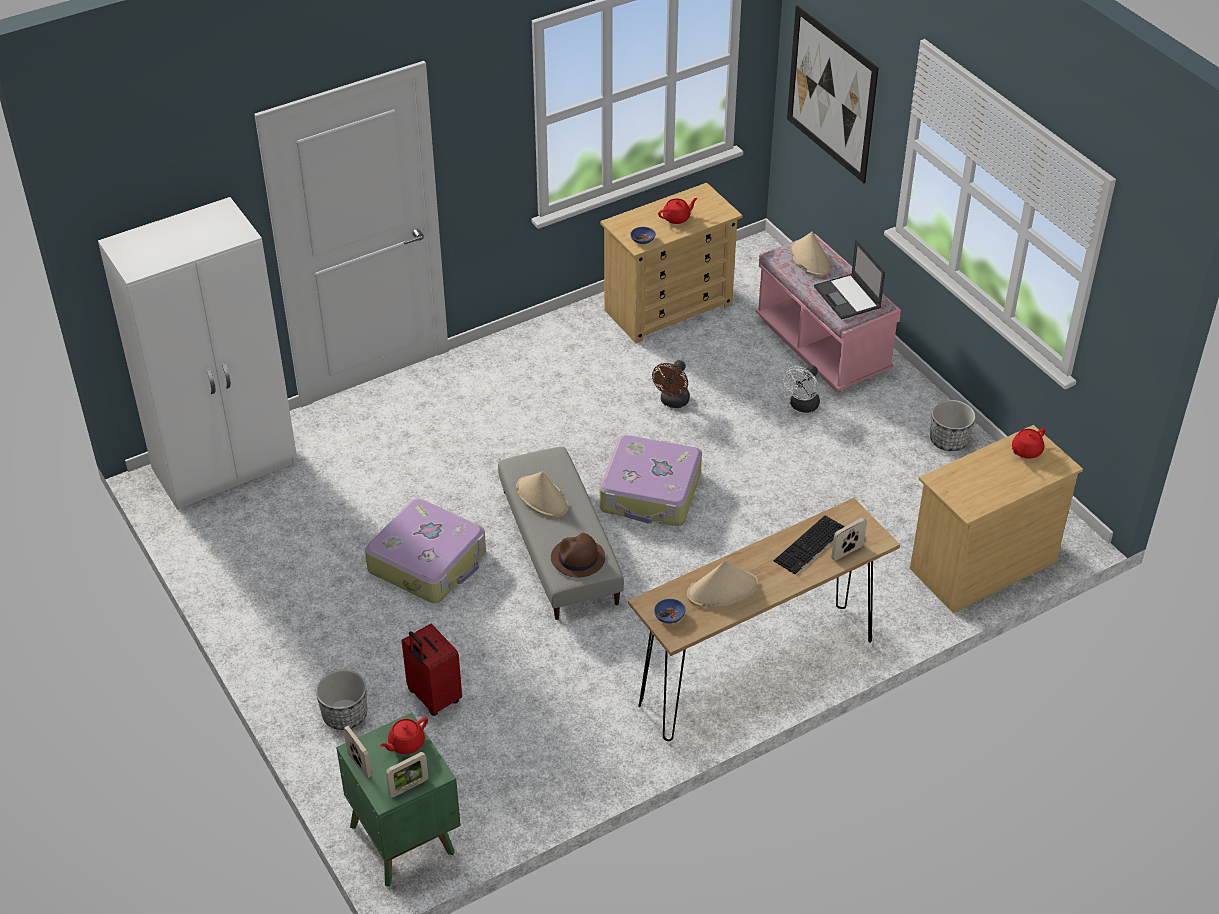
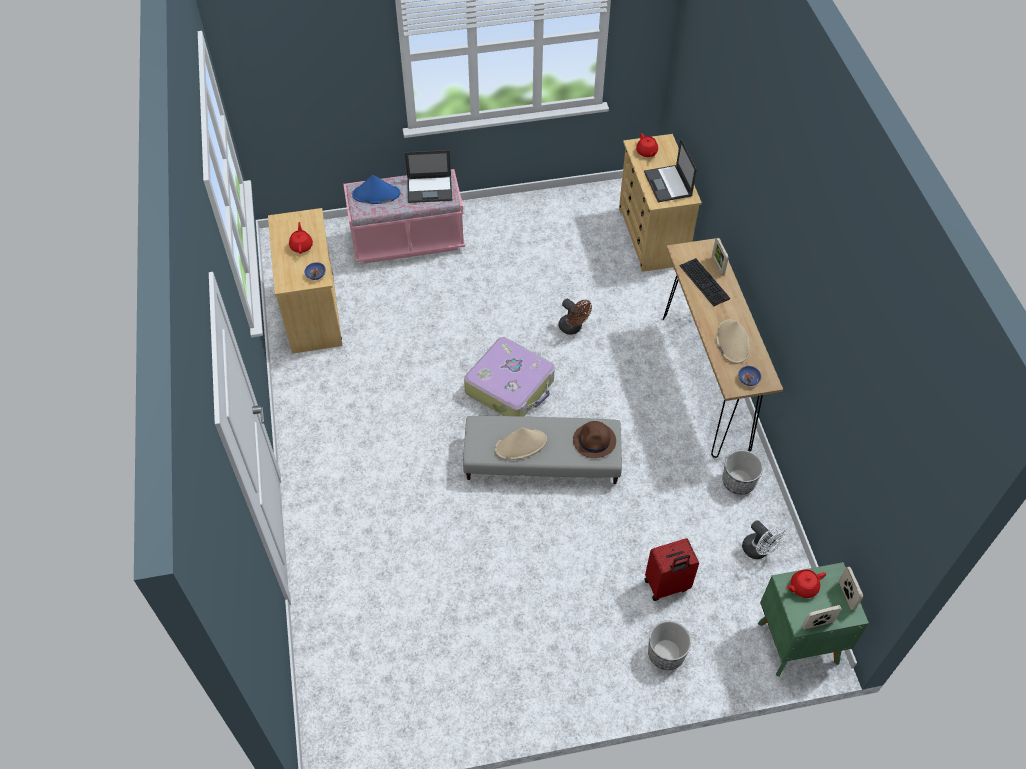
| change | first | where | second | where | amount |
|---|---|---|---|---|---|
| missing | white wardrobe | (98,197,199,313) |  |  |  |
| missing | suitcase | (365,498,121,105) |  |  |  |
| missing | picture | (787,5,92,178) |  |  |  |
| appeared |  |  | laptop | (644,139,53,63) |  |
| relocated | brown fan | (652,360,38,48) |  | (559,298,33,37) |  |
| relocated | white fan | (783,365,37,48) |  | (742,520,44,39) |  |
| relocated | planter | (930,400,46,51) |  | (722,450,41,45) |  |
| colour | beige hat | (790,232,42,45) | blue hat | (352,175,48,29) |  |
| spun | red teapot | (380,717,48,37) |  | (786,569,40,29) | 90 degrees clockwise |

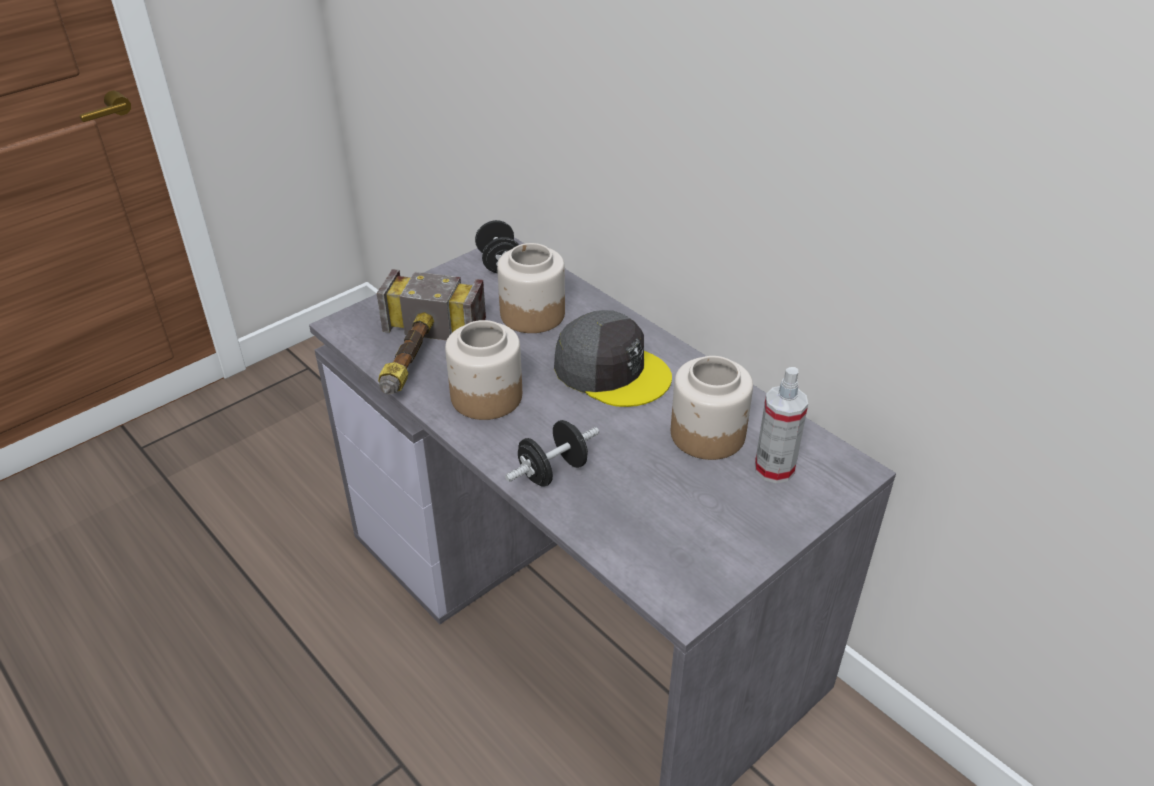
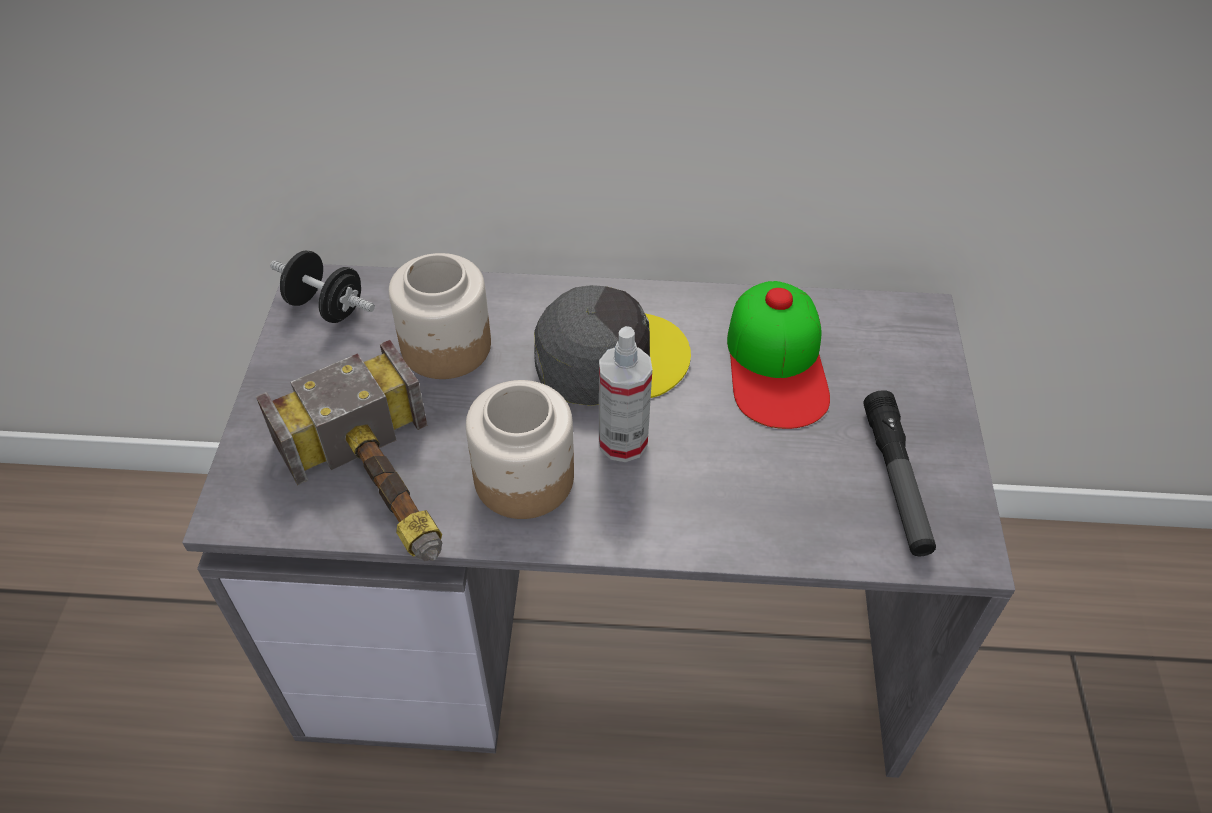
| change | first | where | second | where | amount |
|---|---|---|---|---|---|
| missing | black dumbbell | (505,420,94,67) |  |  |  |
| appeared |  |  | flashlight | (863,390,73,166) |  |
| relocated | spray bottle | (755,367,53,117) |  | (599,326,53,136) |  |
| exchanged | jar | (671,356,82,104) | cap | (727,281,103,148) |  |

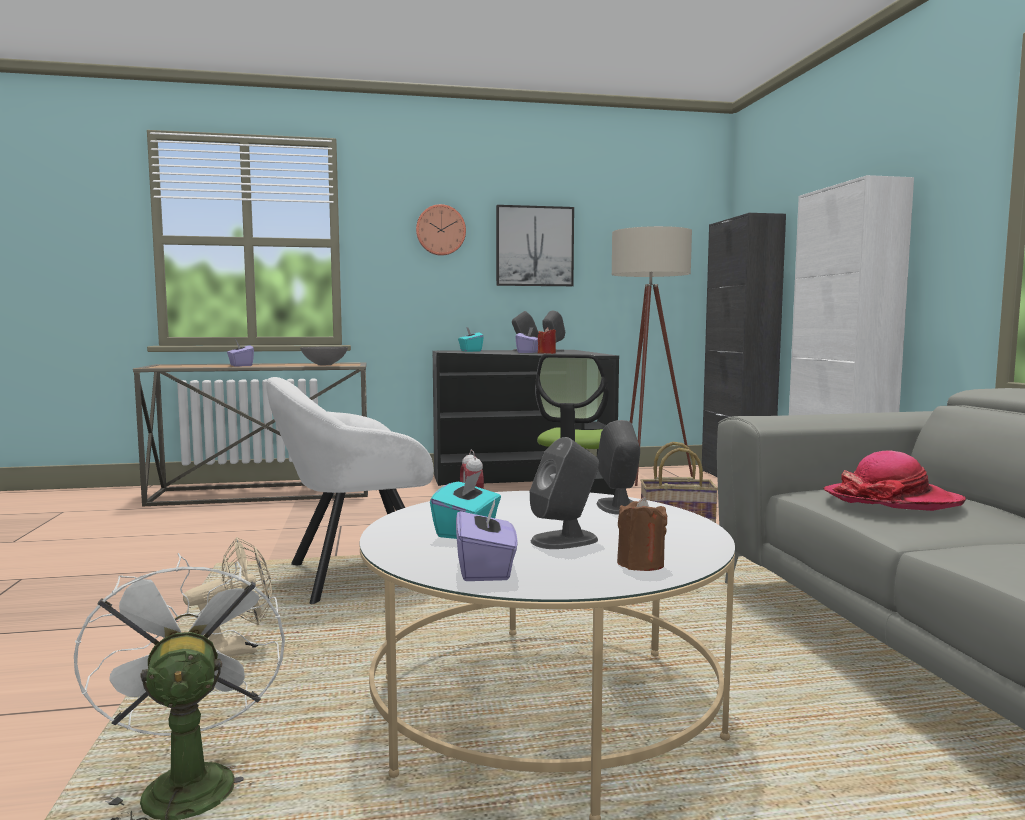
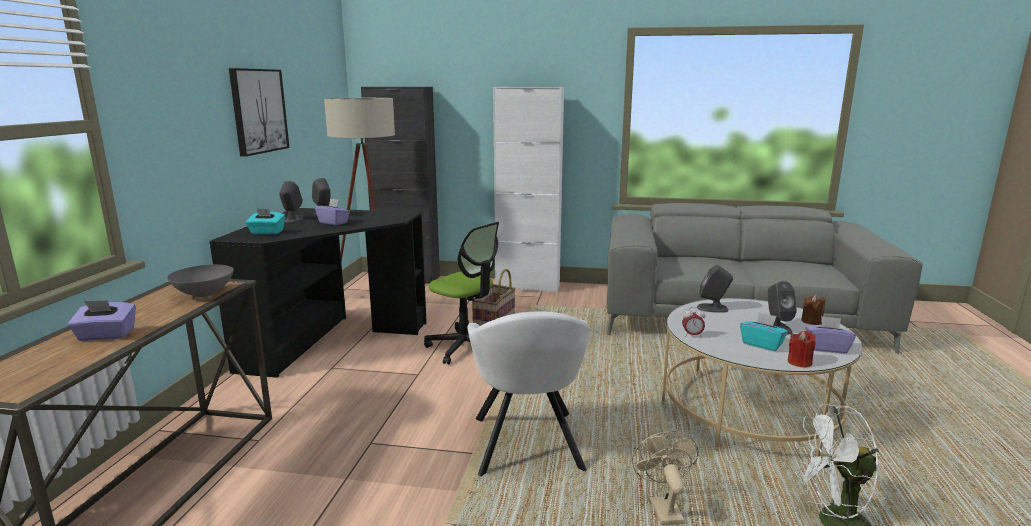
| change | first | where | second | where | amount |
|---|---|---|---|---|---|
| missing | wall clock | (416,204,50,52) |  |  |  |
| missing | hat | (824,451,142,60) |  |  |  |
| relocated | red candle | (538,327,18,27) |  | (788,331,28,37) |  |

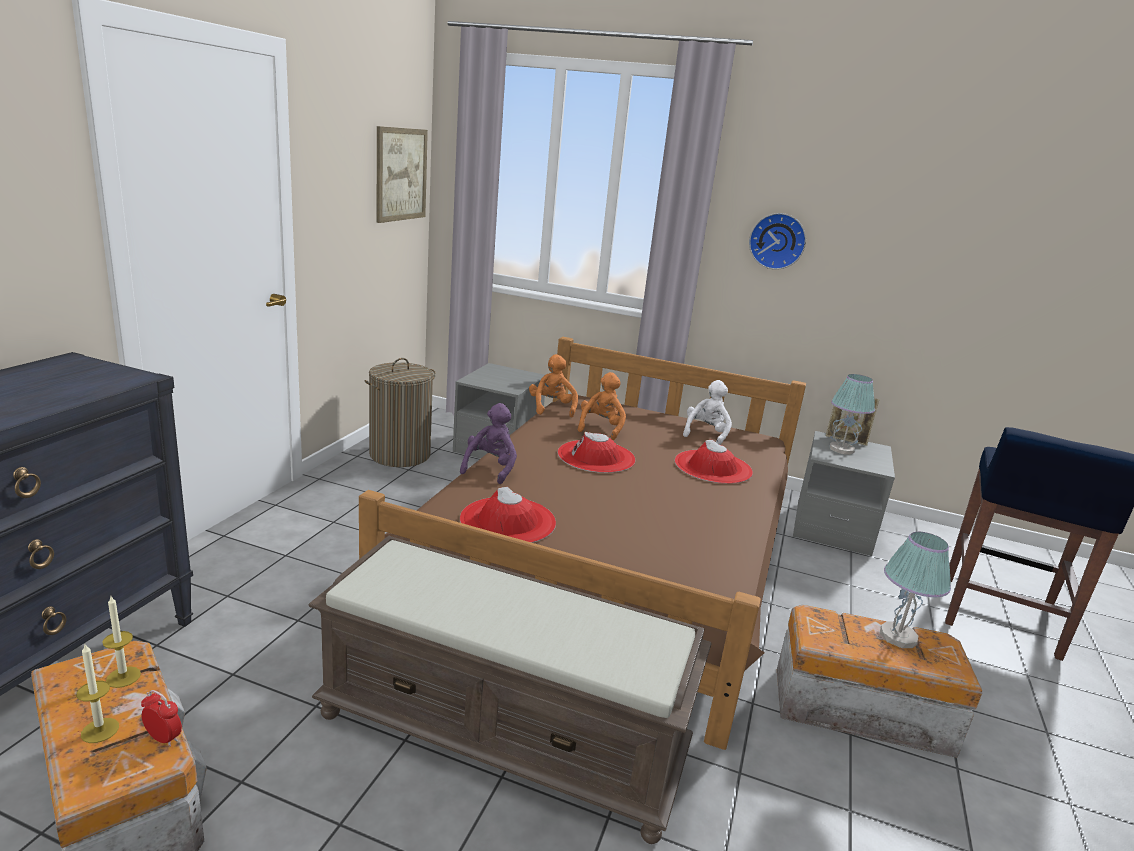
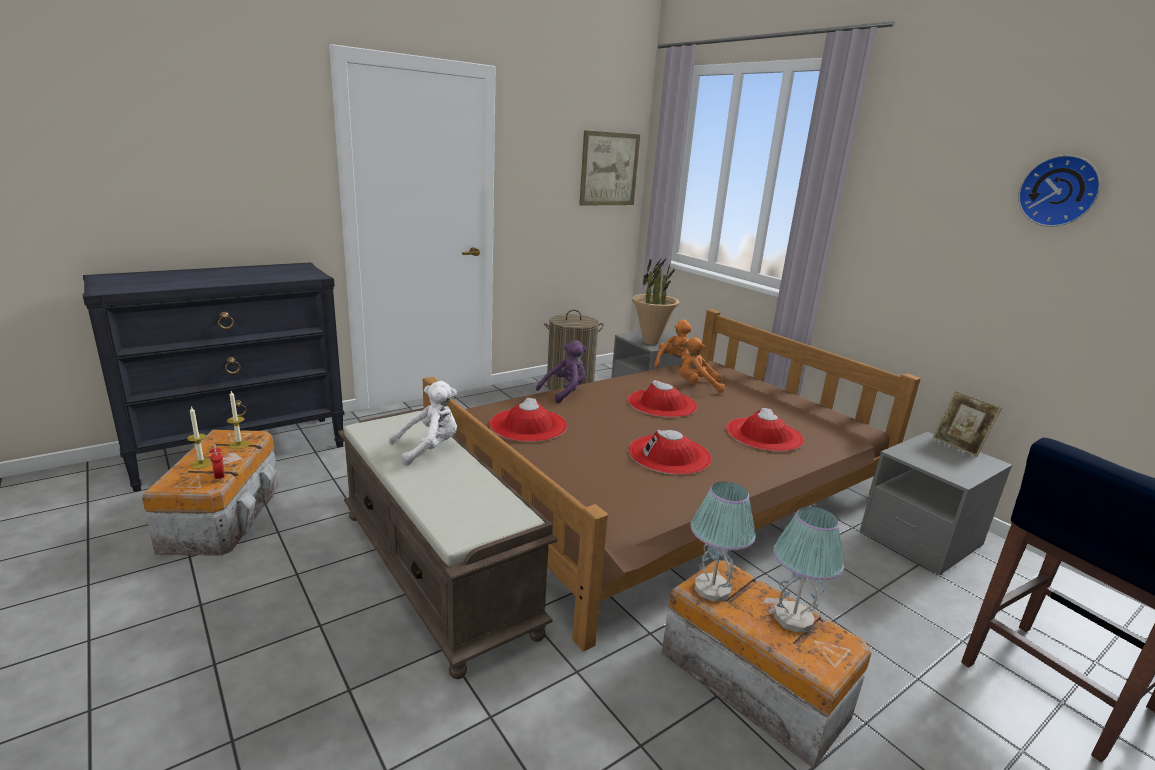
| change | first | where | second | where | amount |
|---|---|---|---|---|---|
| appeared |  |  | red hat | (628,430,84,45) |  |
| appeared |  |  | potted plant | (632,258,48,87) |  |
| relocated | white plush toy | (683,380,49,65) |  | (389,381,68,85) |  |
| relocated | wall clock | (749,213,57,57) |  | (1018,155,83,72) |  |
| relocated | table lamp | (830,374,45,81) |  | (691,482,65,120) |  |
| spun | orange plush toy | (578,372,48,68) |  | (680,337,45,56) | 135 degrees counterclockwise |

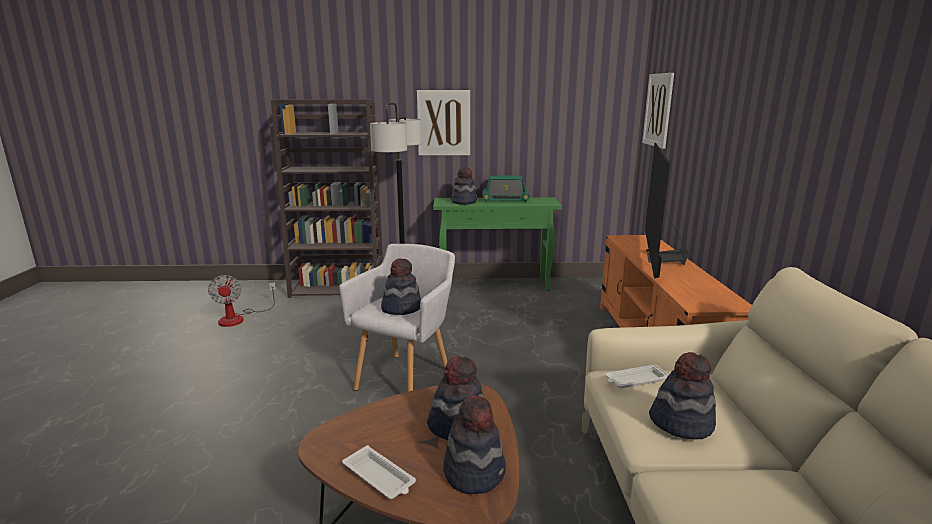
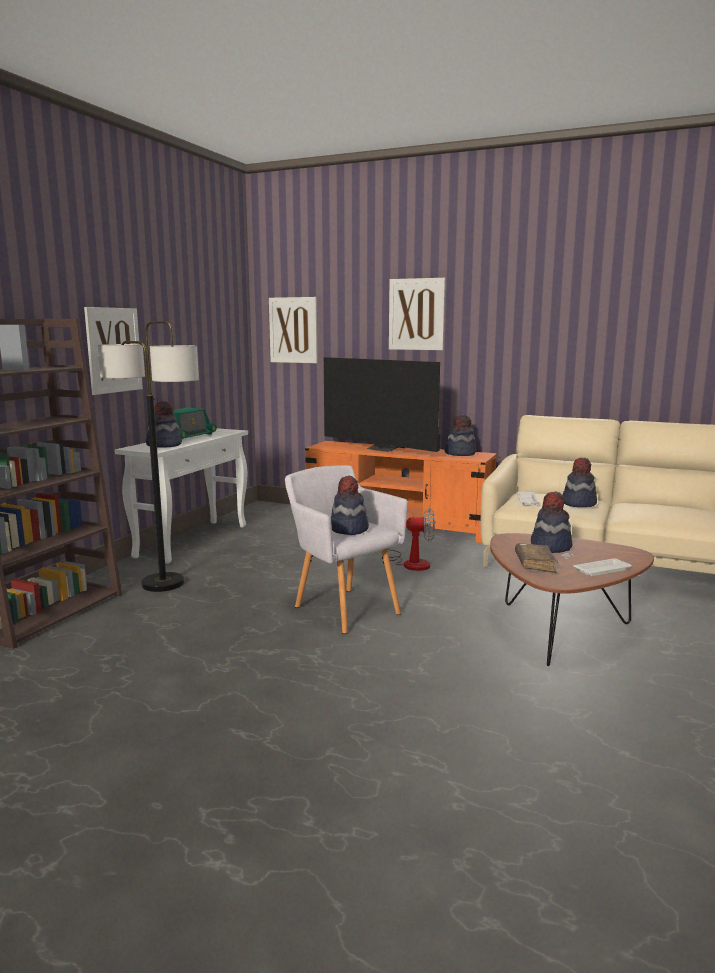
| change | first | where | second | where | amount |
|---|---|---|---|---|---|
| appeared |  |  | picture | (389,278,56,72) |  |
| appeared |  |  | brown book | (515,543,43,30) |  |
| relocated | fan | (208,275,68,52) |  | (388,508,47,63) |  |
| relocated | hat | (443,395,63,99) |  | (444,414,32,42) |  |
| colour | green console table | (433,197,129,94) | white console table | (115,428,133,136) |  |

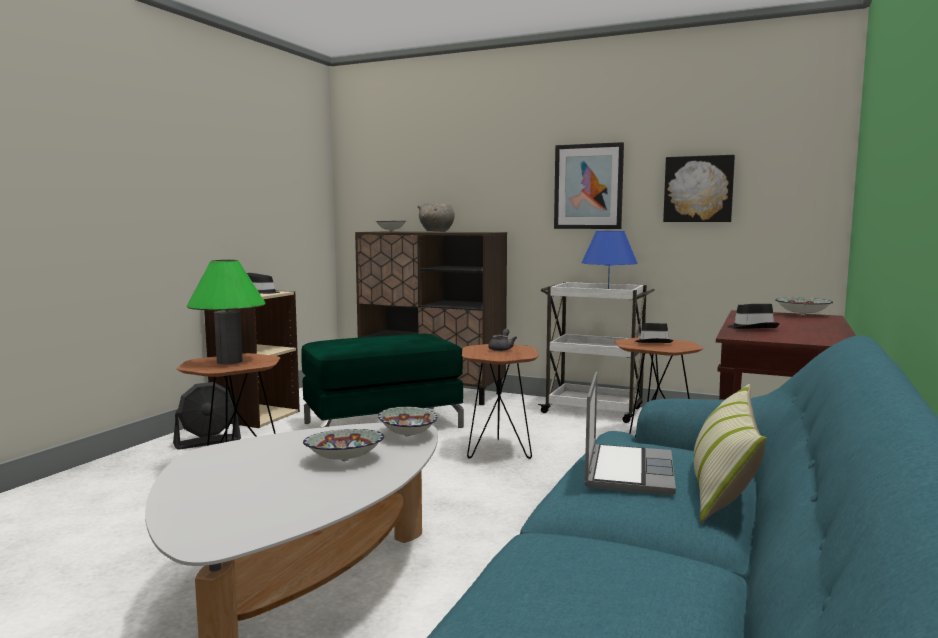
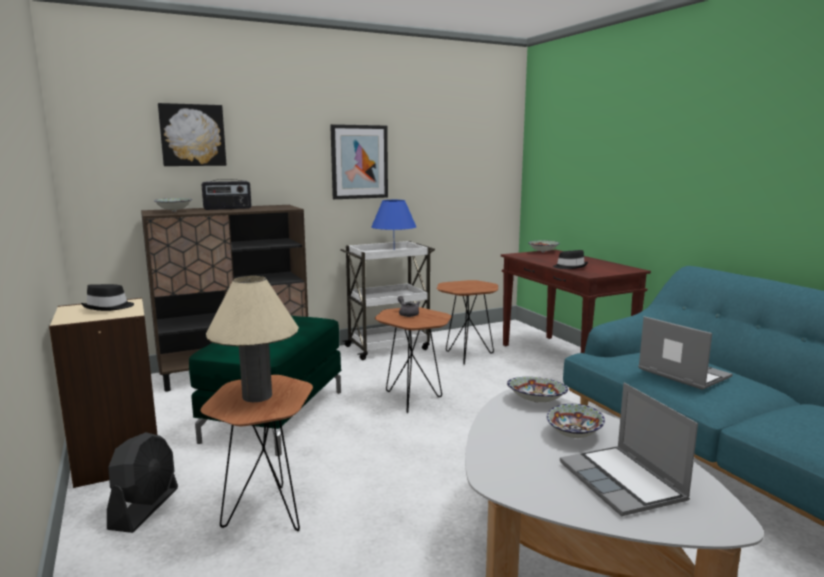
| change | first | where | second | where | amount |
|---|---|---|---|---|---|
| missing | black hat | (634,323,39,20) |  |  |  |
| missing | pillow | (694,384,73,138) |  |  |  |
| appeared |  |  | laptop | (560,383,138,133) |  |
| relocated | picture | (663,155,72,67) |  | (158,103,68,63) |  |
| exchanged | grey bowl | (418,203,37,29) | radio | (202,179,50,31) |  |
| colour | green table lamp | (187,260,79,104) | beige table lamp | (206,276,93,126) |  |

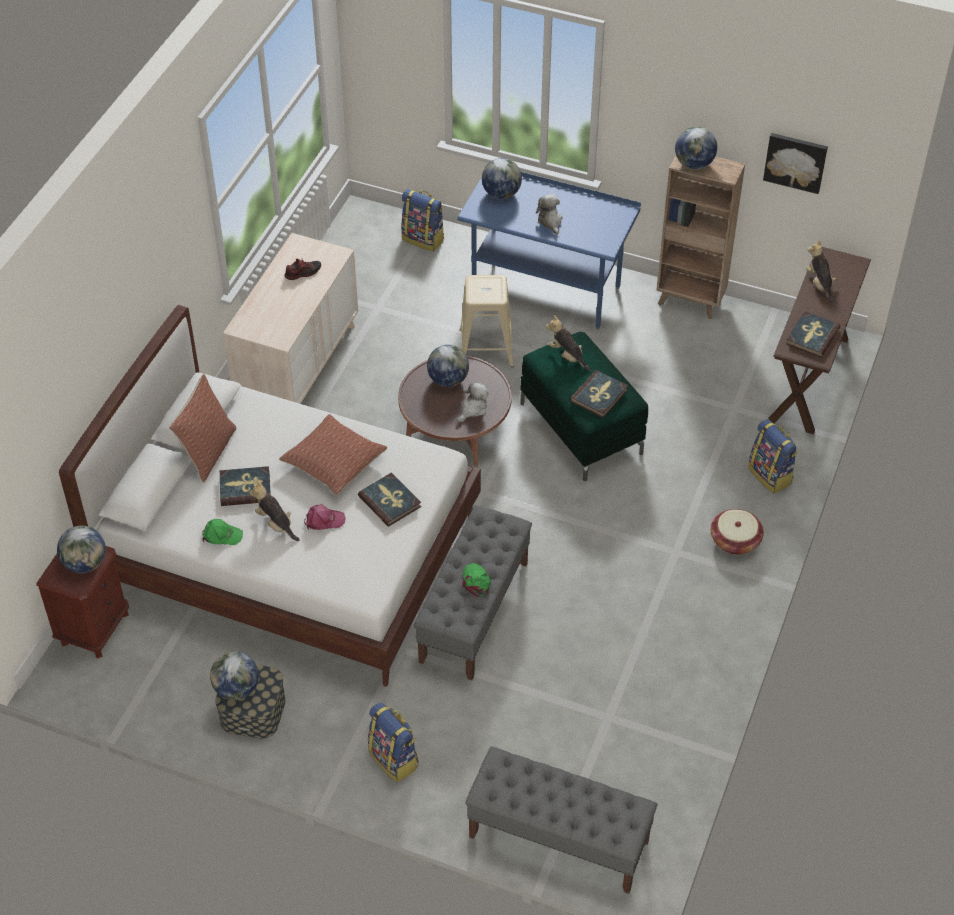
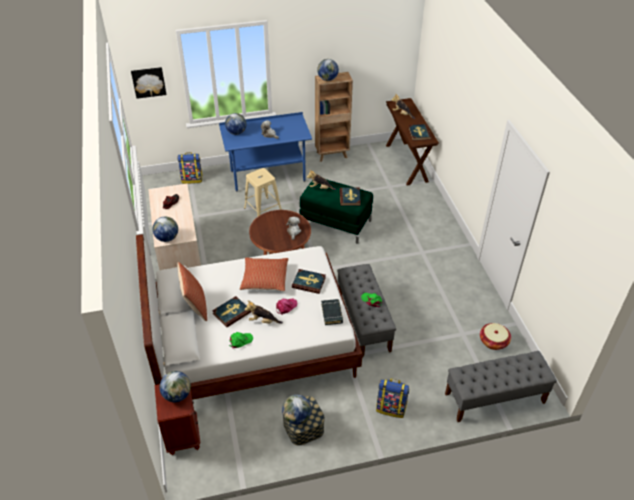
| change | first | where | second | where | amount |
|---|---|---|---|---|---|
| missing | backpack | (748,419,50,74) |  |  |  |
| appeared |  |  | black book | (321,299,22,26) |  |
| relocated | globe | (427,345,42,42) |  | (153,217,25,25) |  |
| relocated | basket | (711,509,53,46) |  | (480,323,31,27) |  |
| relocated | picture | (763,133,65,61) |  | (131,67,36,32) |  |

